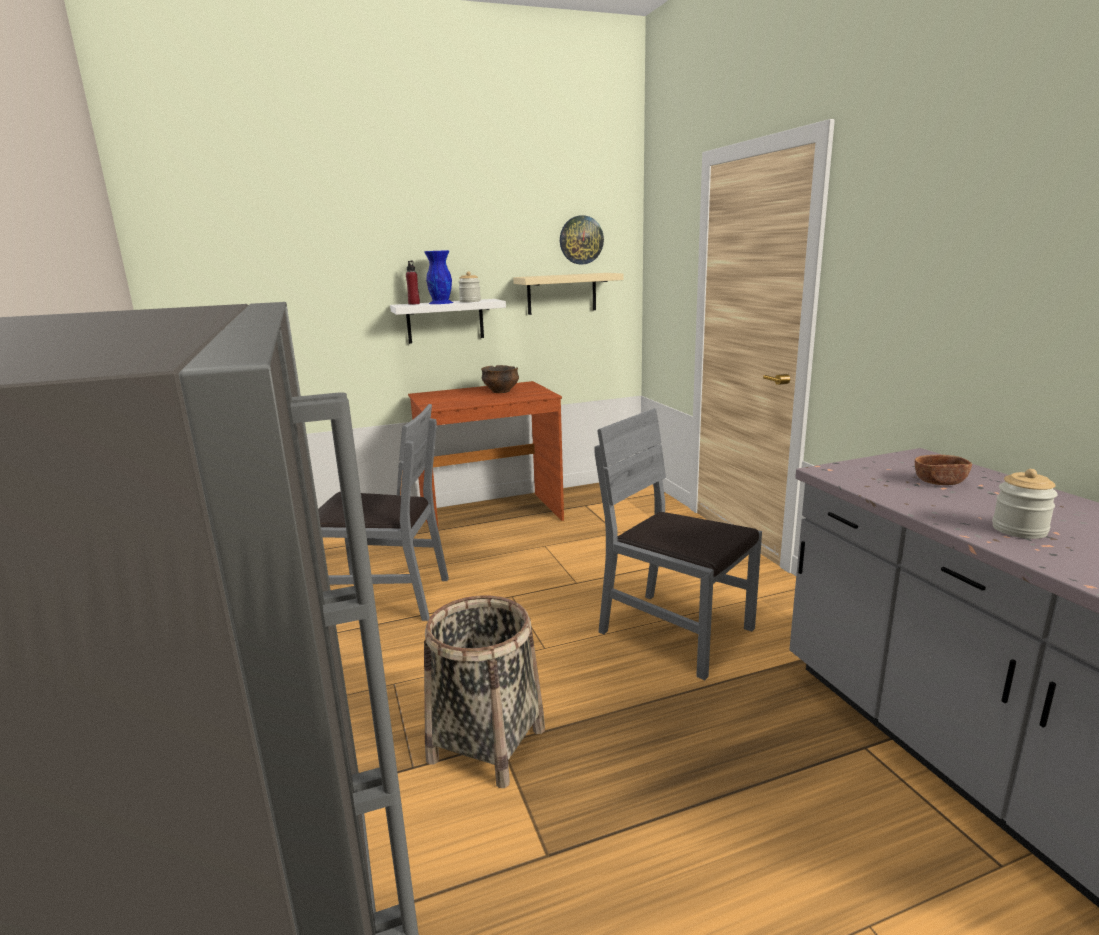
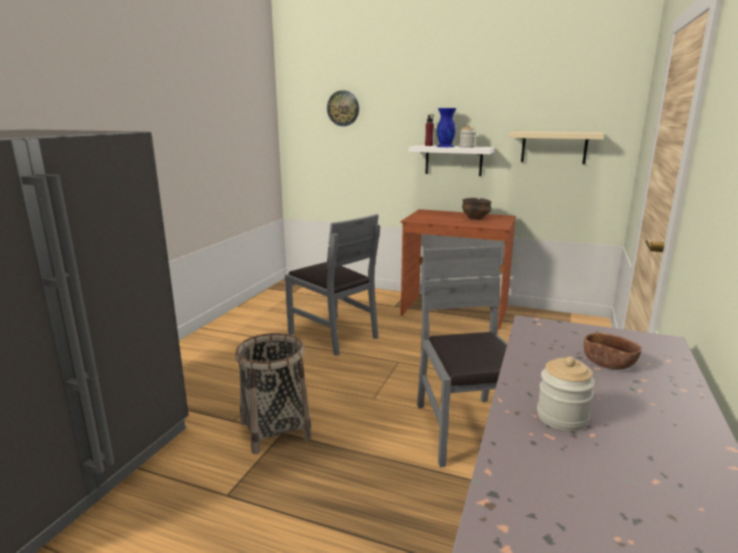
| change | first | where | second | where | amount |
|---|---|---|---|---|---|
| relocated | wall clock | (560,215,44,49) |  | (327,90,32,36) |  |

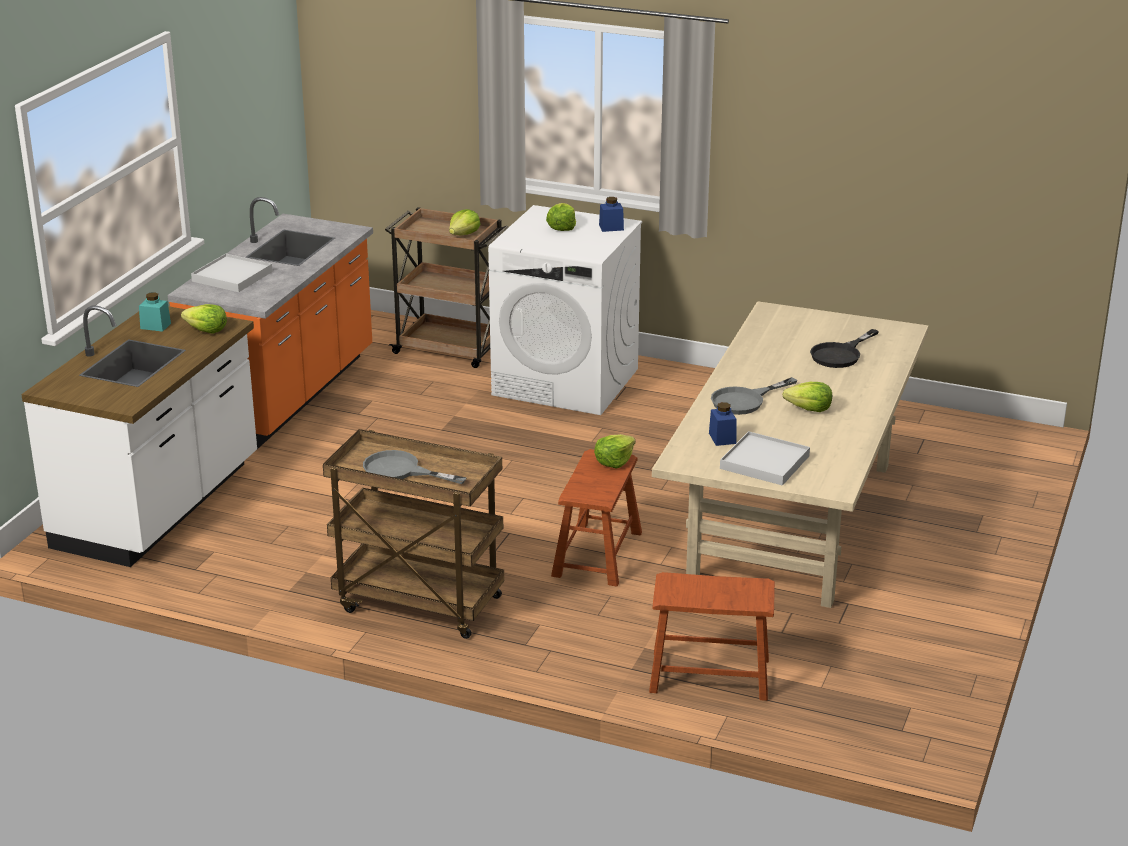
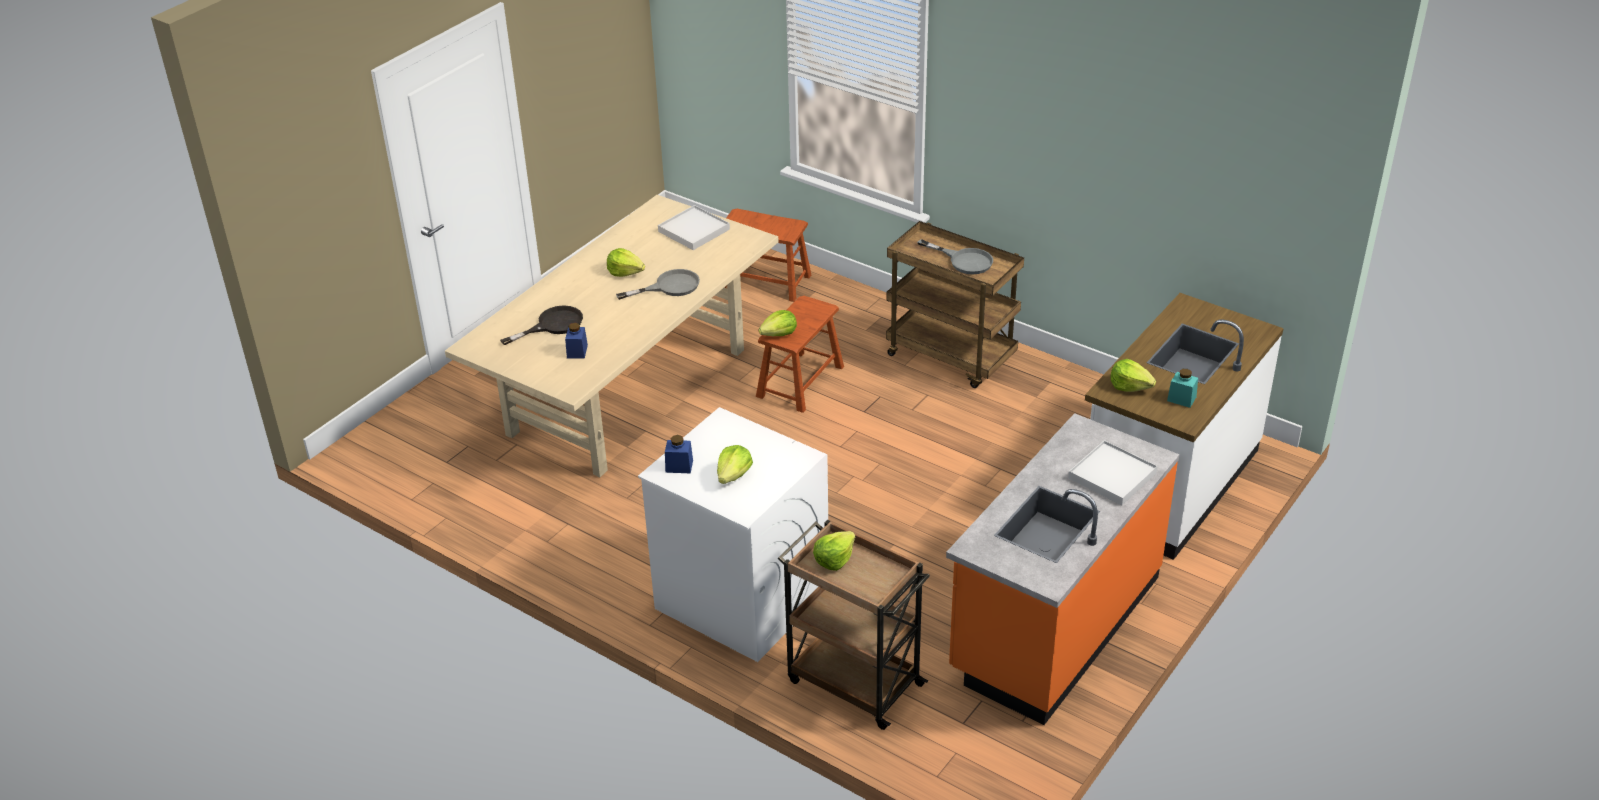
| change | first | where | second | where | amount |
|---|---|---|---|---|---|
| relocated | blue jar | (709,402,27,44) |  | (565,323,23,36) |  |

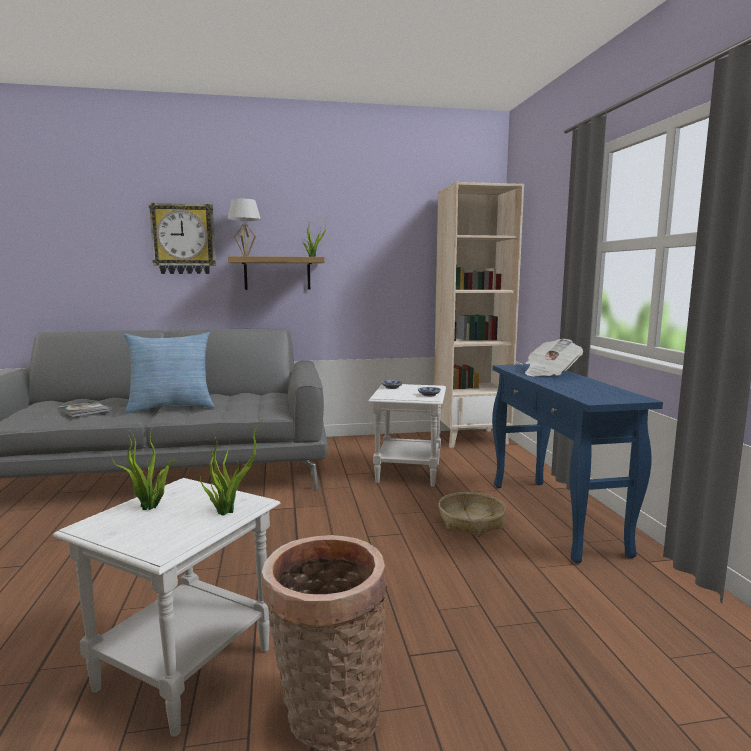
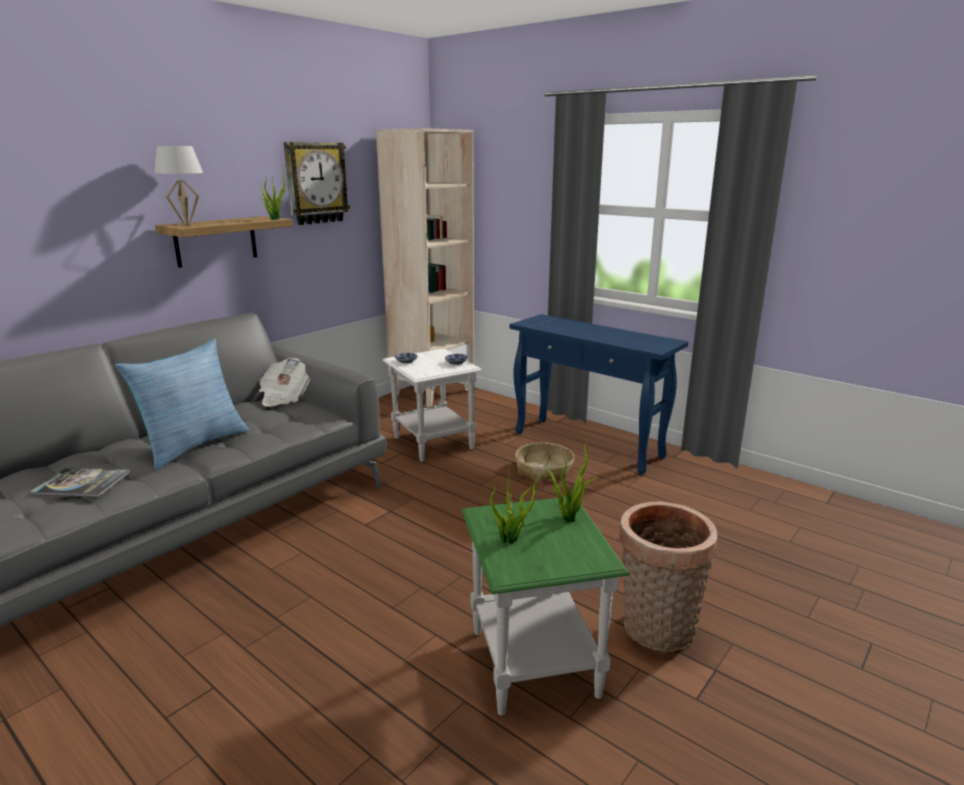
| change | first | where | second | where | amount |
|---|---|---|---|---|---|
| relocated | wall clock | (149,203,67,71) |  | (284,142,66,83) |  |
| relocated | newspaper | (525,339,58,37) |  | (259,358,51,48) |  |
| colour | white side table | (53,478,227,259) | green side table | (462,497,168,219) |  |

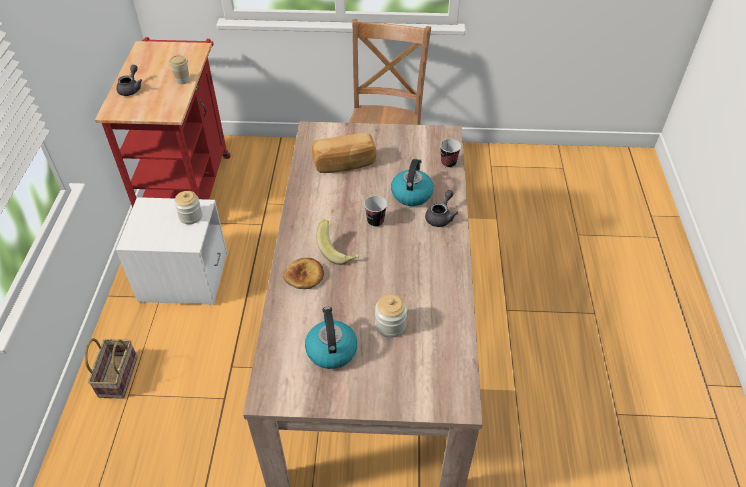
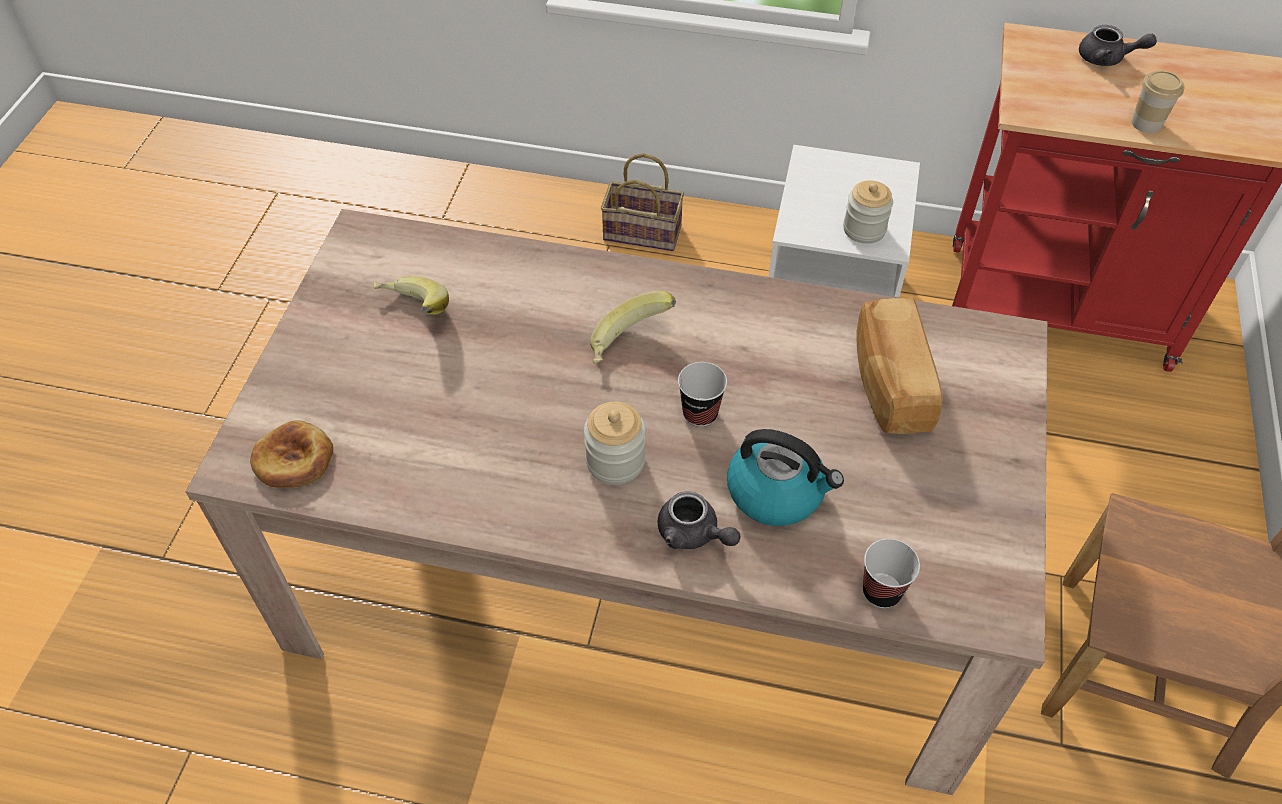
| change | first | where | second | where | amount |
|---|---|---|---|---|---|
| relocated | bread | (283,258,41,31) |  | (250,420,83,68) |  |
| relocated | jar | (375,294,32,44) |  | (584,402,62,83) |  |
| exchanged | kettle | (305,307,52,62) | banana | (373,276,76,39) |  |

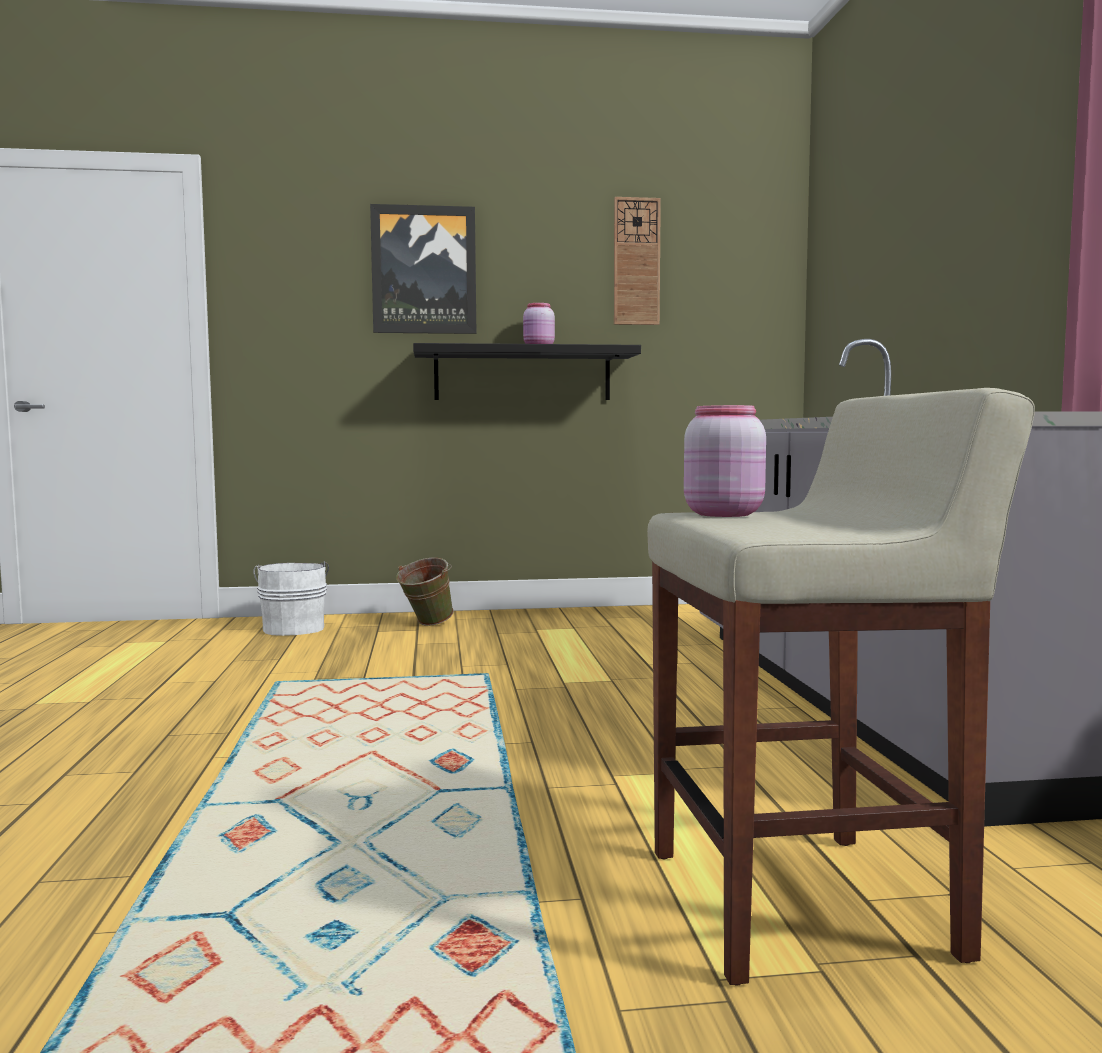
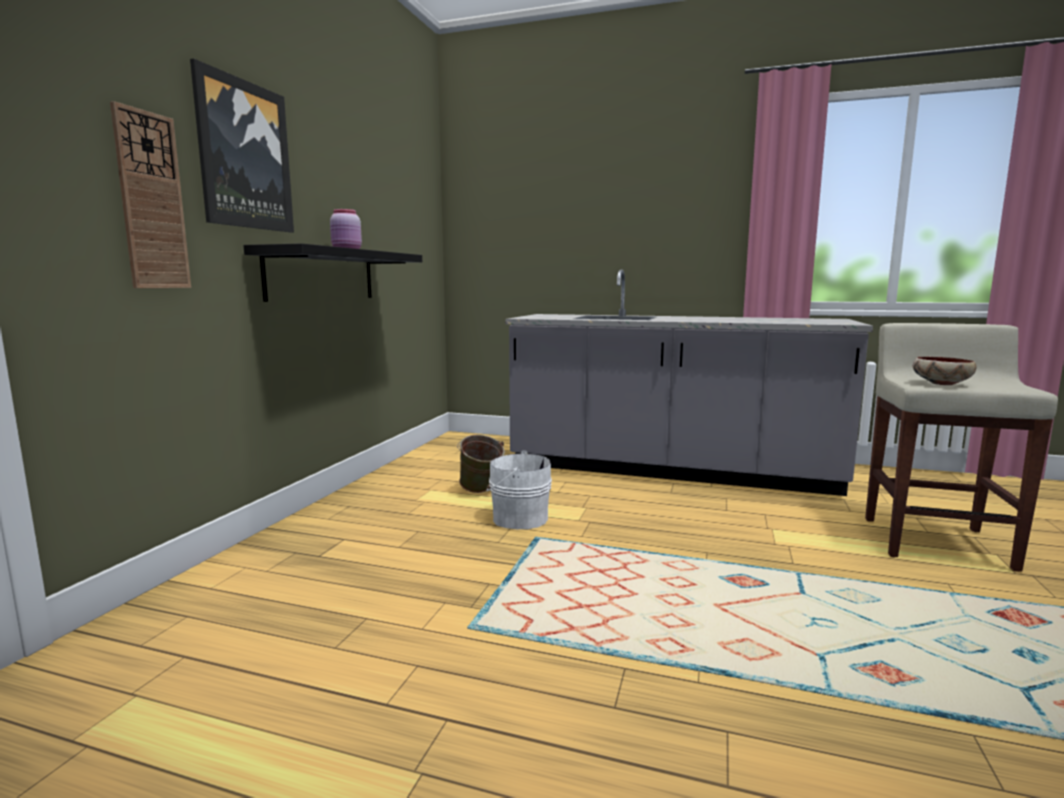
| change | first | where | second | where | amount |
|---|---|---|---|---|---|
| relocated | white bucket | (253,561,76,75) |  | (486,450,66,79) |  |
| relocated | green bucket | (396,558,58,68) |  | (457,435,48,58) |  |
| relocated | wall clock | (614,197,47,128) |  | (110,101,81,187) |  |
| exchanged | pink jar | (684,405,82,112) | bowl | (913,357,64,28) |  |

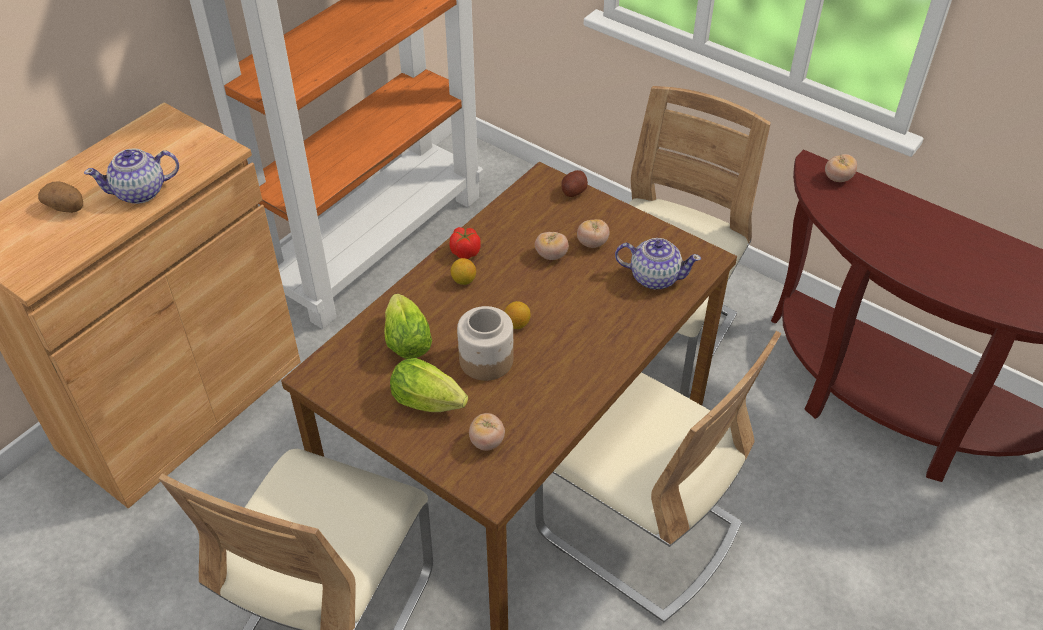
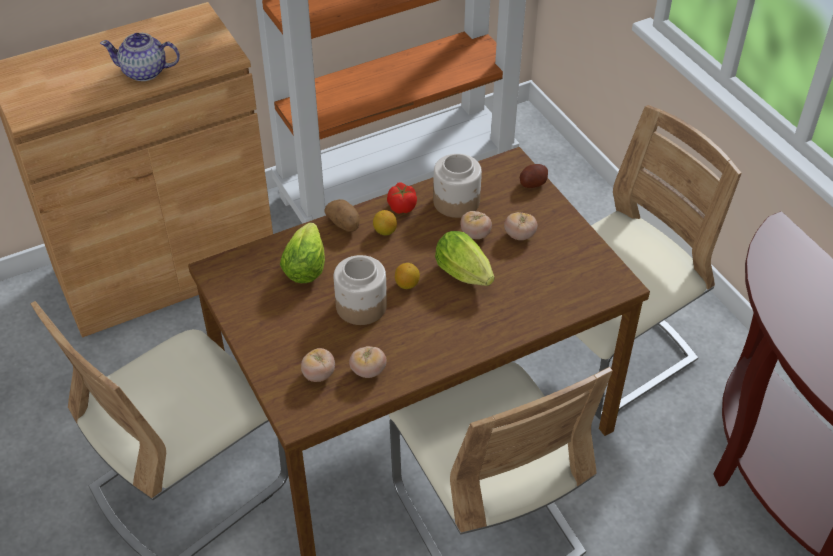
| change | first | where | second | where | amount |
|---|---|---|---|---|---|
| missing | teapot | (615,238,86,52) |  |  |  |
| appeared |  |  | jar | (433,154,49,64) |  |
| relocated | potato | (38,181,45,32) |  | (324,199,36,33) |  |
| relocated | lettuce | (390,358,78,54) |  | (435,231,59,55) |  |
| relocated | tomato | (825,154,32,28) |  | (349,346,38,32) |  |

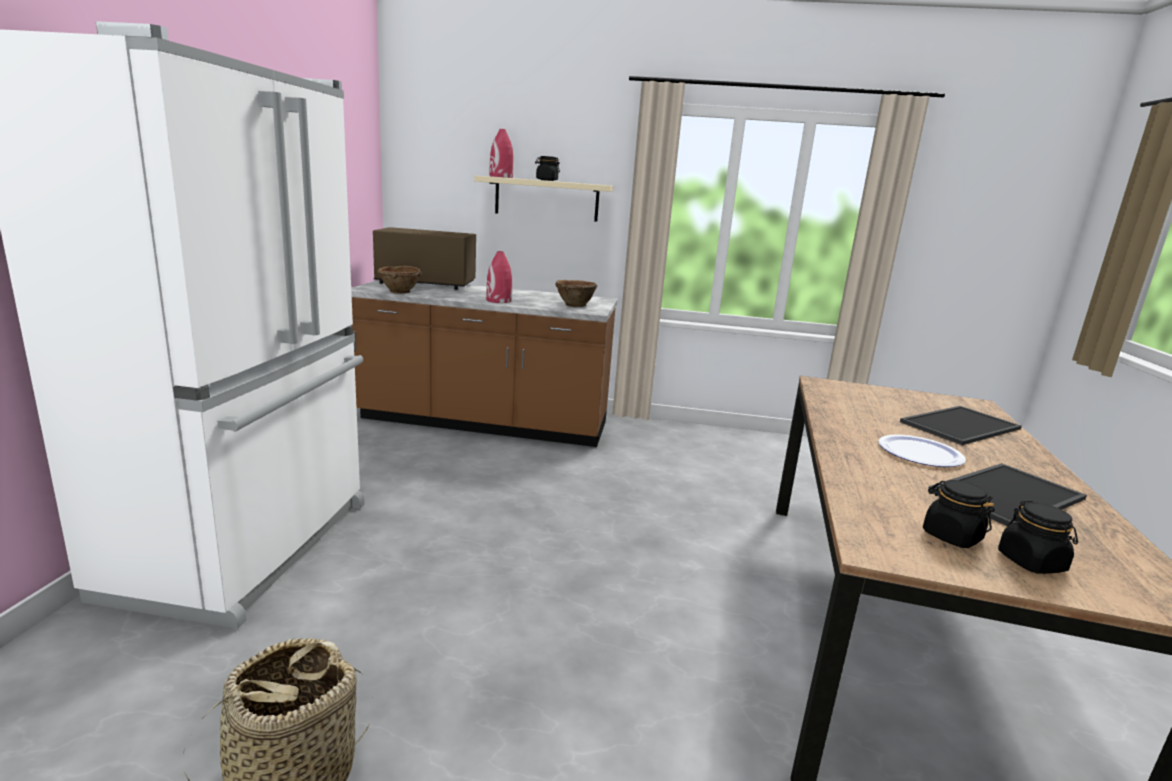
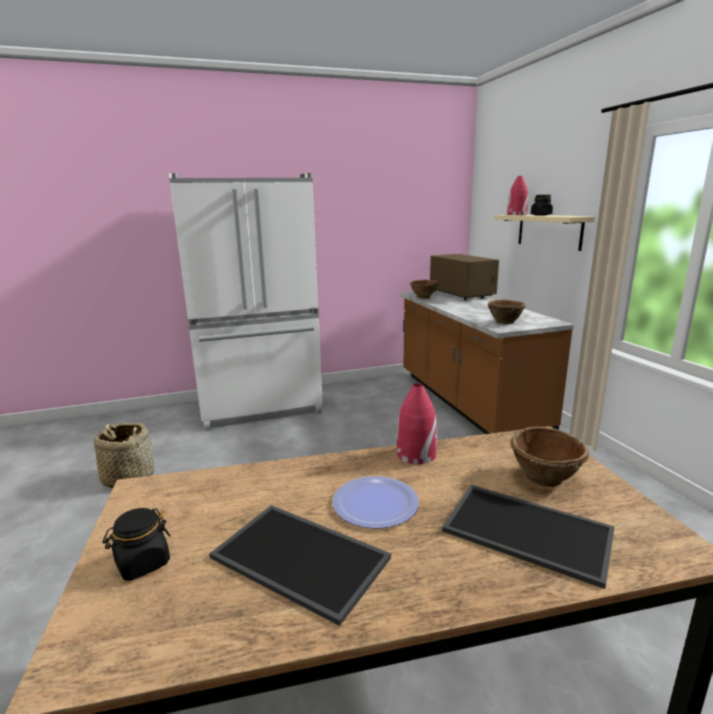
| change | first | where | second | where | amount |
|---|---|---|---|---|---|
| missing | black jar | (923,480,72,68) |  |  |  |
| appeared |  |  | brown bowl | (510,427,79,60) |  |
| relocated | red vase | (486,251,26,52) |  | (397,383,40,81) |  |

